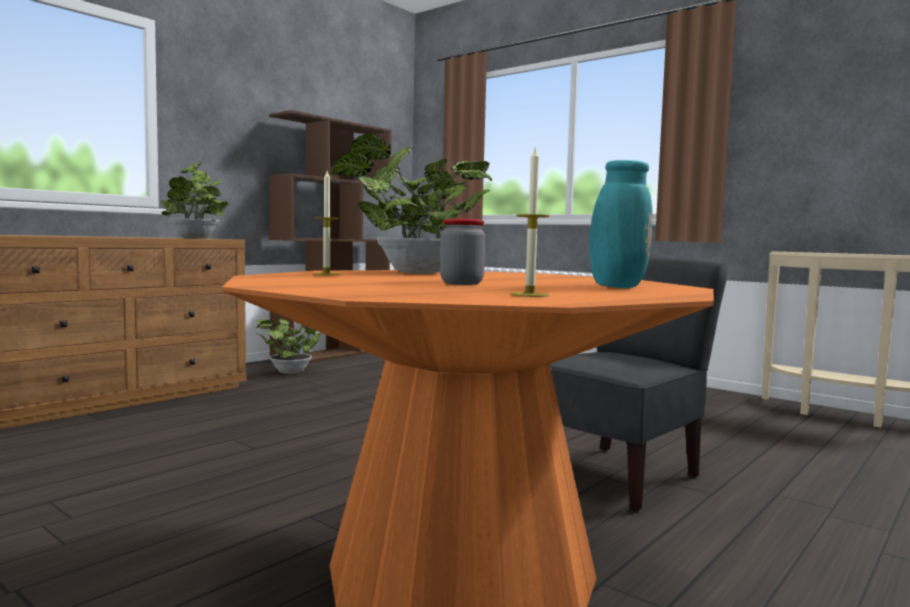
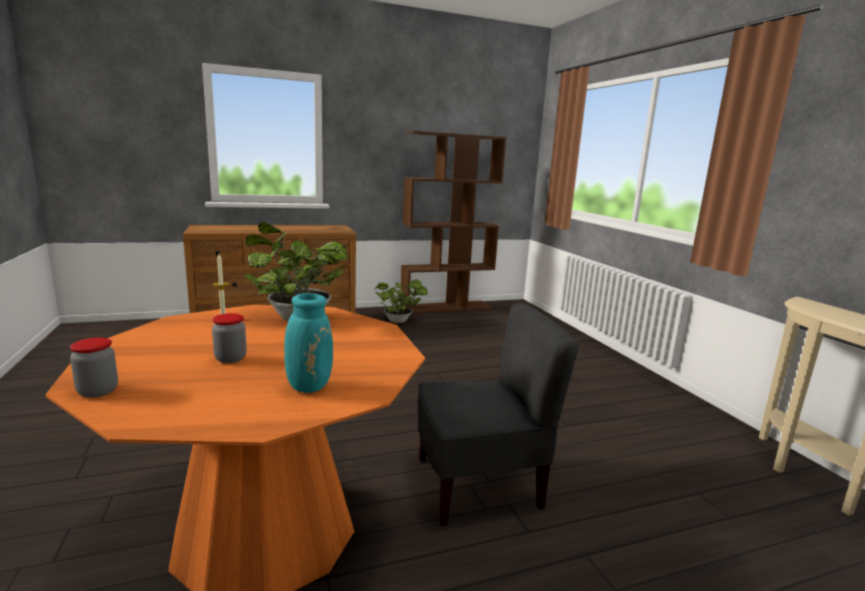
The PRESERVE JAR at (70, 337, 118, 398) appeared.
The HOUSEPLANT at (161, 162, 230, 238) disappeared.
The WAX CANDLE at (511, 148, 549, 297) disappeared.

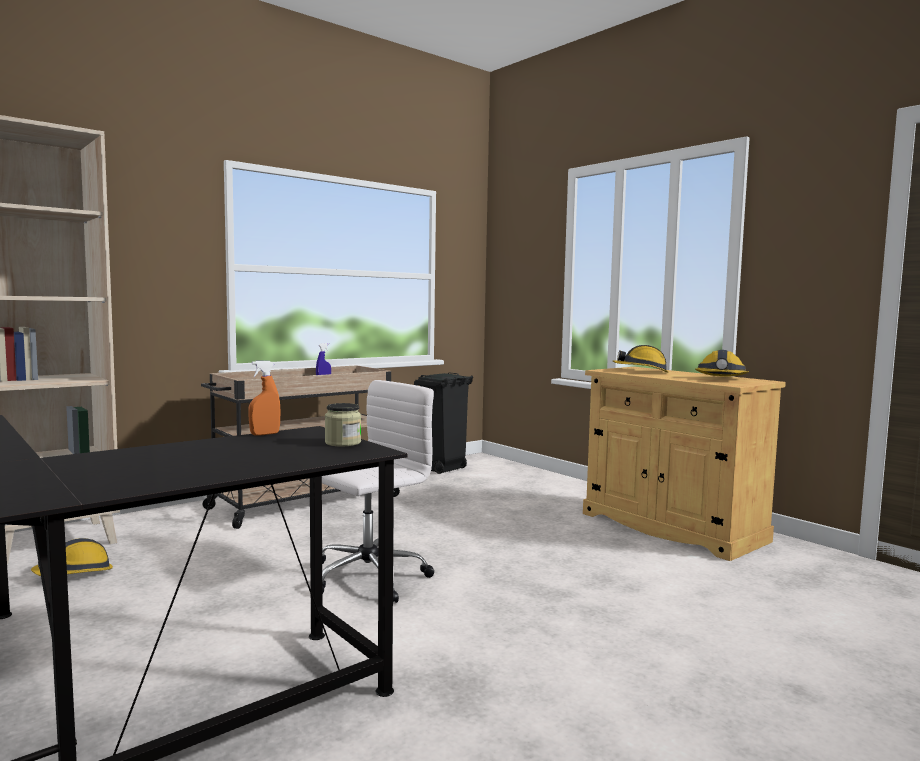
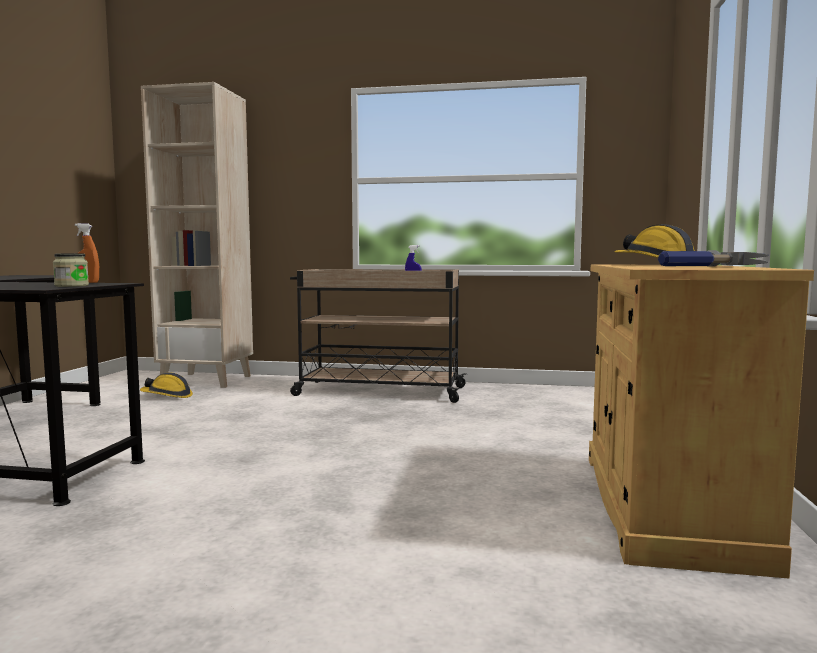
The WORK HELMET at (695, 350, 749, 377) was replaced by the TOOL HAMMER at (658, 250, 768, 267).
The WHITE-COLOURED COMPUTER CHAIR at (309, 380, 435, 603) disappeared.
The BLACKISH RUBBISH BIN at (414, 372, 473, 474) disappeared.

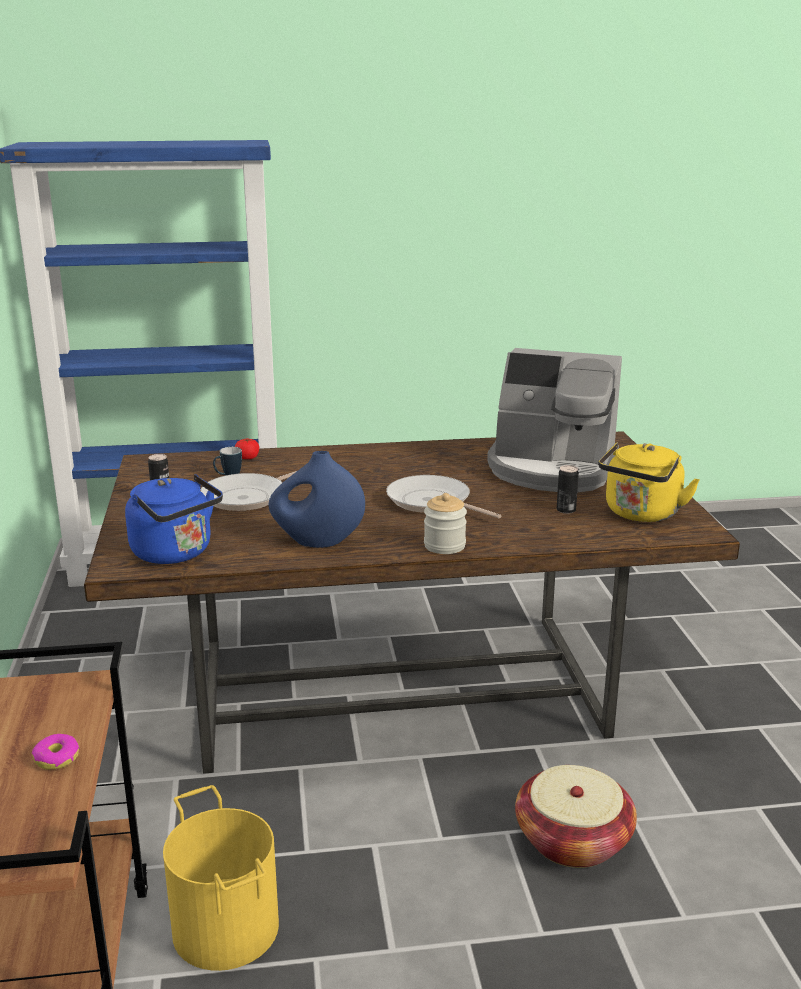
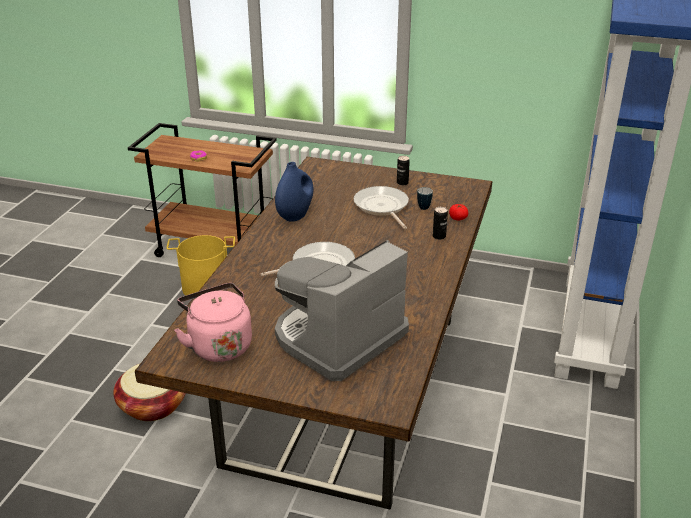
The YELLOW-COLOURED TEA KETTLE at (598, 442, 699, 522) became the PINK TEA KETTLE at (175, 283, 252, 362).
The SEALED CAN moved from (557, 465, 579, 514) to (433, 207, 448, 240).
The BLUISH TEA KETTLE at (125, 474, 223, 564) disappeared.
The PRESERVE JAR at (424, 493, 467, 554) disappeared.

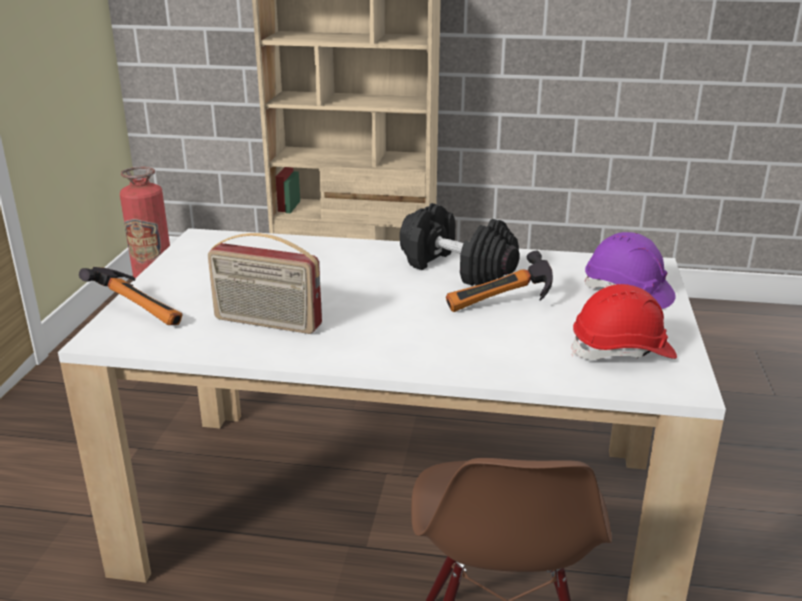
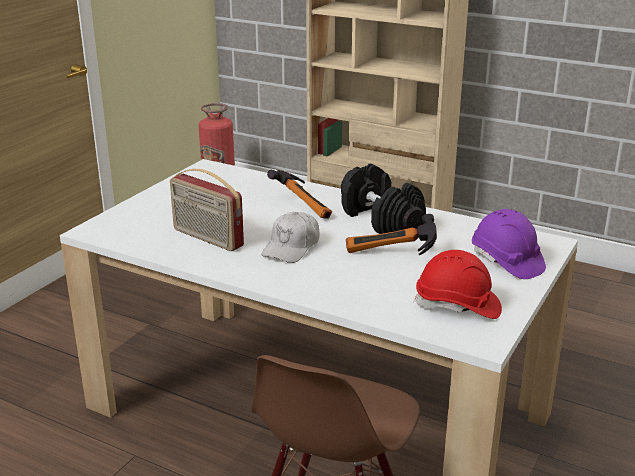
The WHITE-COLOURED PEAKED CAP at (261, 212, 320, 263) appeared.
The TOOL HAMMER moved from (79, 267, 182, 325) to (267, 170, 332, 219).

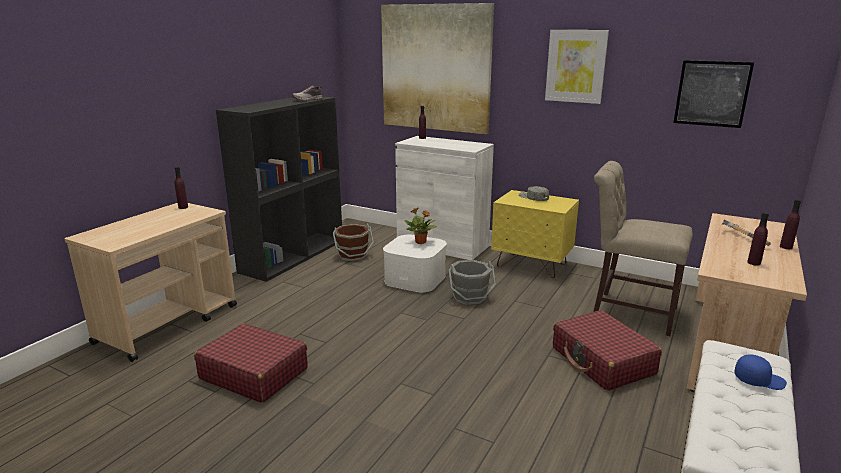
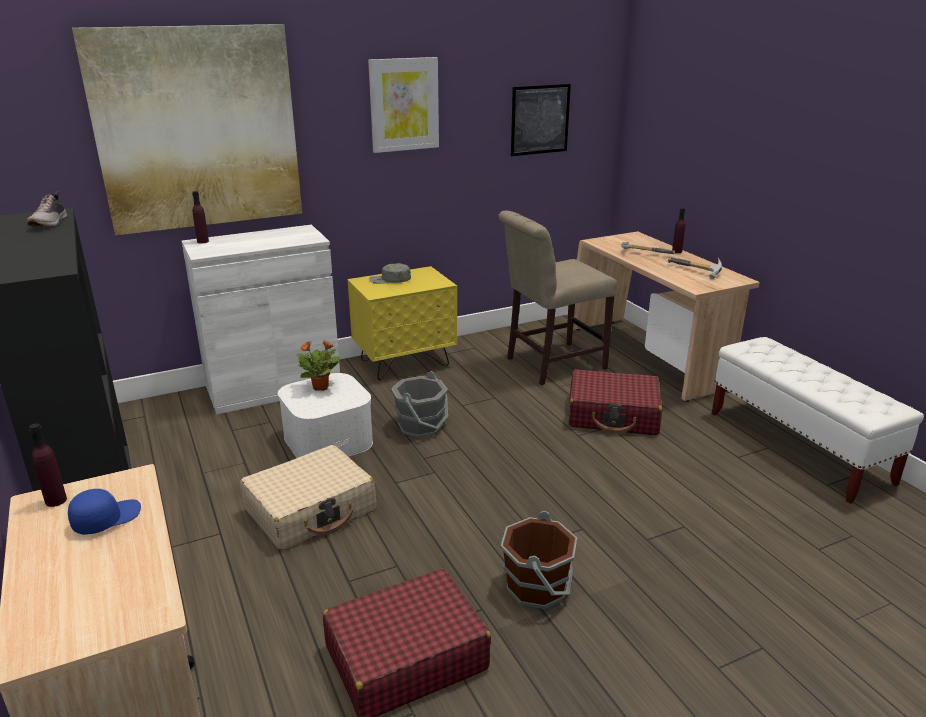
The BLUISH PEAKED CAP moved from (734, 354, 787, 390) to (68, 489, 141, 535).
The BEIGE SUITCASE at (240, 445, 376, 550) appeared.
The BROWN-COLOURED PAIL moved from (333, 223, 374, 261) to (501, 511, 577, 609).
The PURPLE BEVERAGE BOTTLE at (747, 212, 769, 266) was replaced by the TOOL HAMMER at (668, 257, 722, 279).

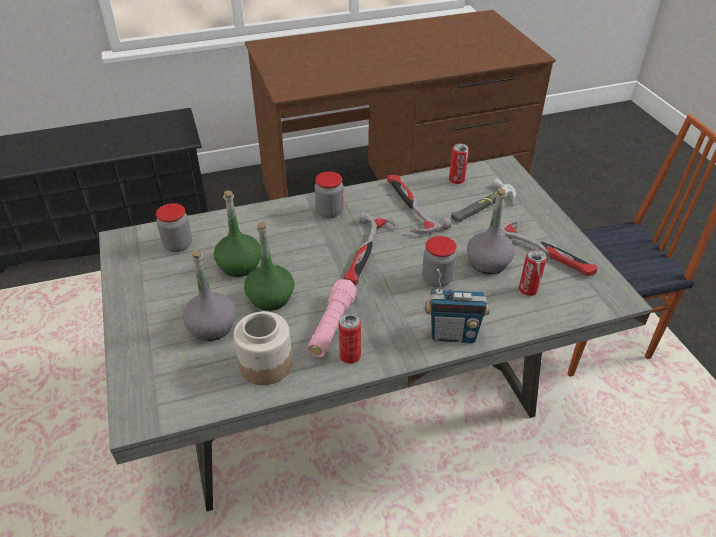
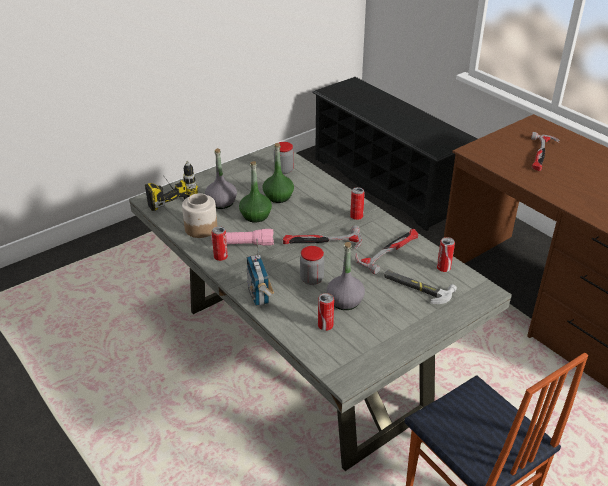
The POWER DRILL at (145, 161, 198, 211) appeared.
The PRESERVE JAR at (315, 172, 344, 218) was replaced by the SEALED CAN at (350, 187, 365, 220).
The TOOL HAMMER moved from (500, 220, 598, 276) to (531, 132, 560, 171).

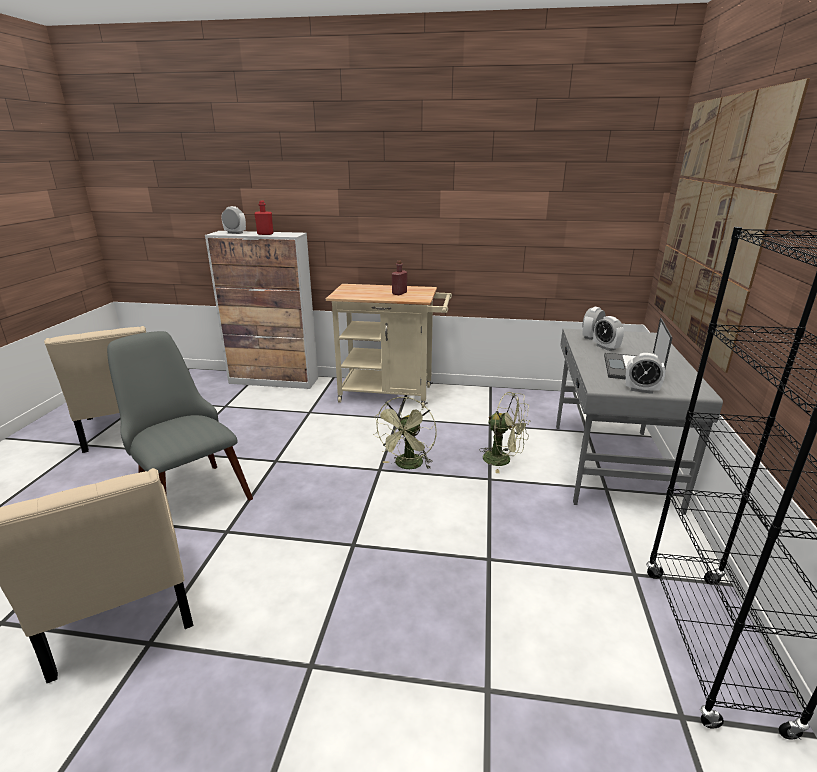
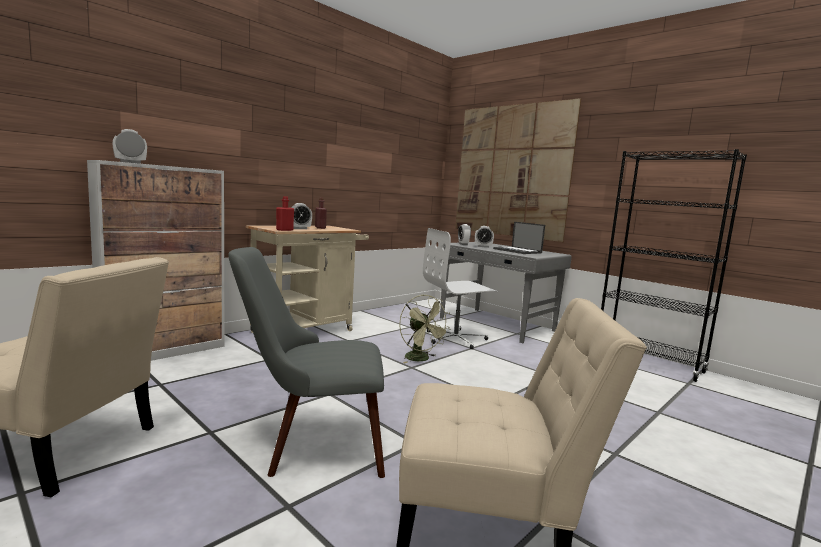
The RED-COLOURED BEVERAGE BOTTLE moved from (254, 201, 273, 235) to (276, 196, 294, 231).
The ALARM CLOCK moved from (626, 353, 665, 394) to (291, 203, 312, 229).
The GREEN-COLOURED COOLING FAN at (479, 392, 530, 473) was replaced by the WHITE-COLOURED COMPUTER CHAIR at (423, 228, 498, 349).

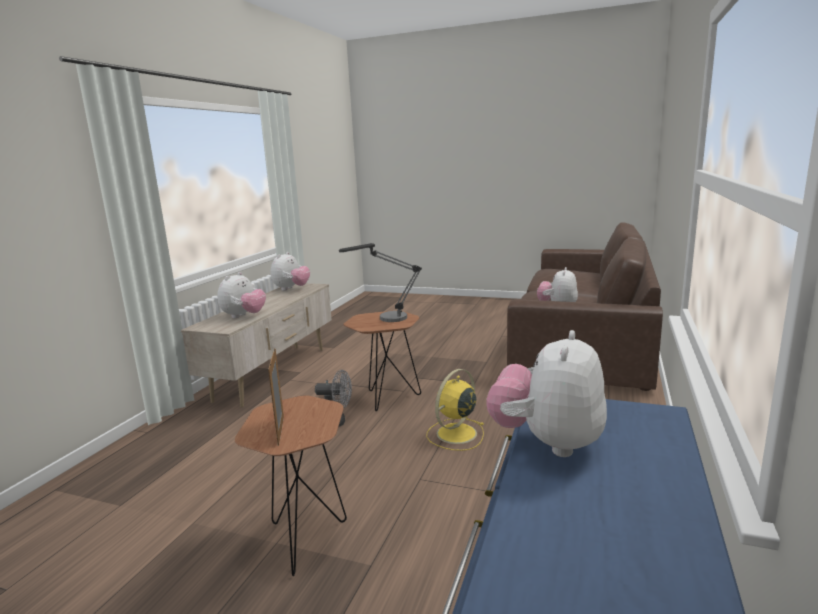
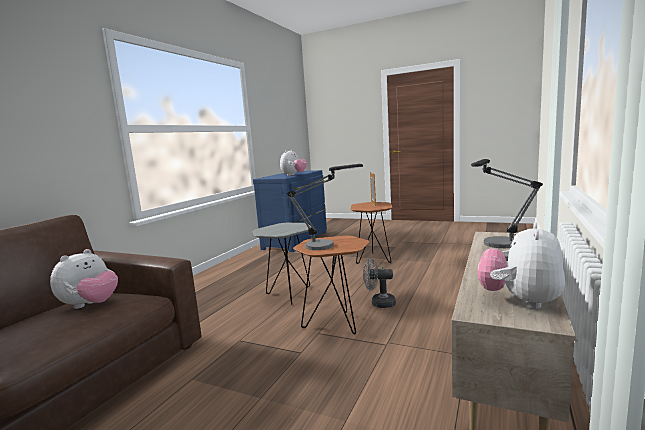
The YELLOW-COLOURED COOLING FAN at (426, 369, 484, 451) was replaced by the GRAY ACCENT TABLE at (253, 223, 312, 304).
The SOFT TOY at (217, 272, 266, 318) was replaced by the TABLE LAMP at (471, 159, 543, 248).

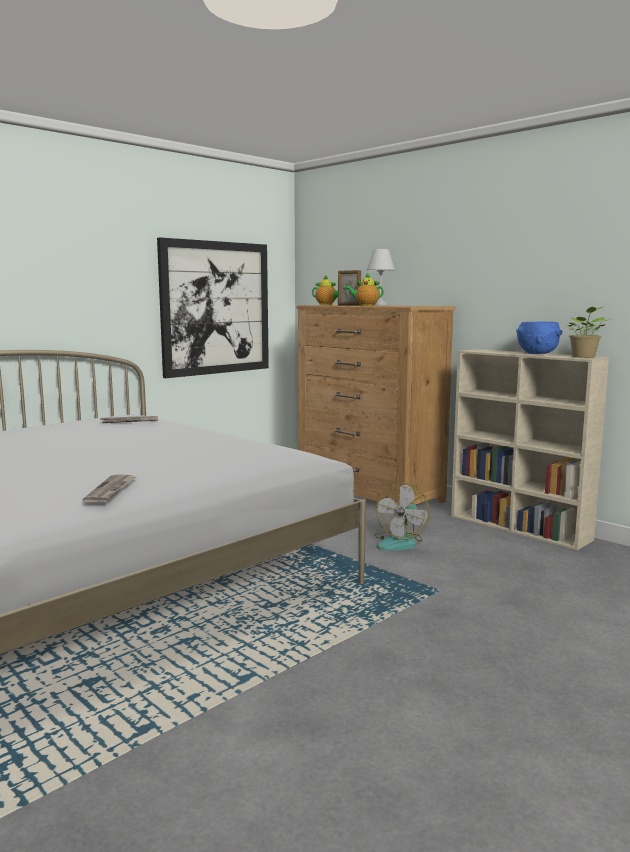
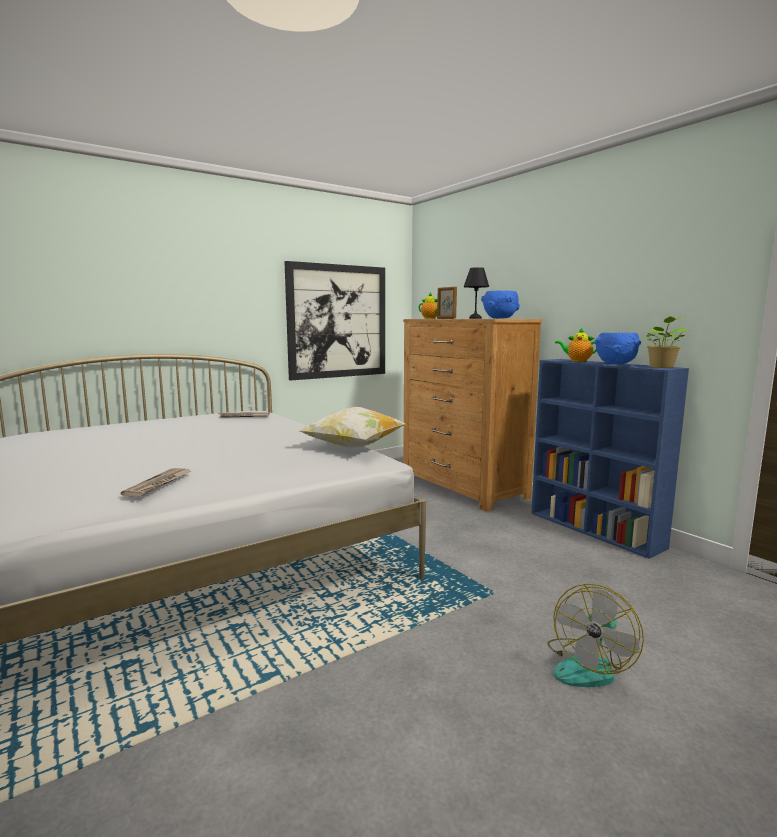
The PILLOW at (299, 407, 406, 448) appeared.
The WHITE-COLOURED TABLE LAMP at (367, 249, 395, 306) became the BLACKISH TABLE LAMP at (464, 267, 489, 319).
The BLUISH BOWL at (481, 291, 520, 319) appeared.
The BEIGE BOOKCASE at (451, 349, 609, 550) became the BLUISH BOOKCASE at (531, 359, 689, 559).
The COOLING FAN moved from (374, 483, 430, 551) to (548, 584, 644, 687).
The TEA POT moved from (344, 273, 384, 306) to (555, 328, 597, 362).

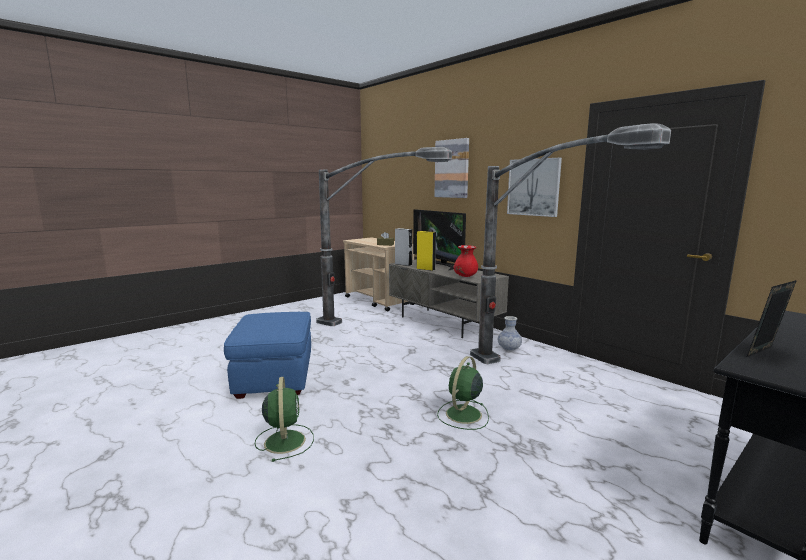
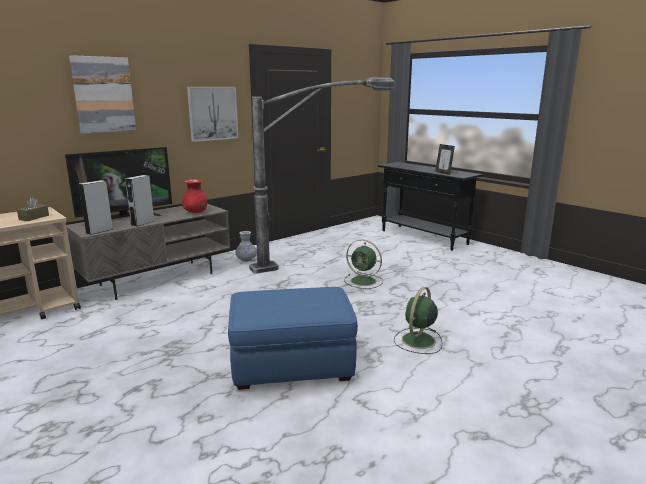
The YELLOW-COLOURED SPEAKER at (417, 231, 436, 271) became the GRAY SPEAKER at (125, 175, 154, 227).
The GREEN-COLOURED COOLING FAN at (255, 377, 314, 462) turned 45 degrees counterclockwise.
The FLOOR LAMP at (316, 147, 452, 326) disappeared.

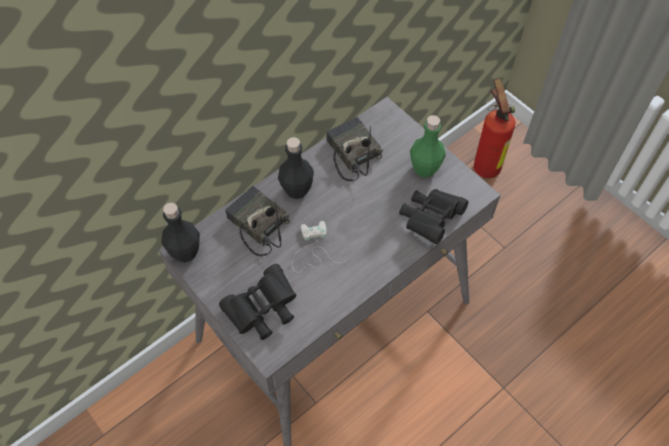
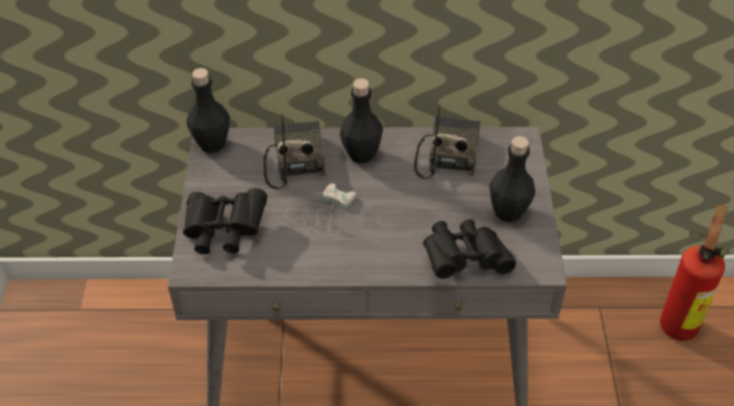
The GREEN-COLOURED BEVERAGE BOTTLE at (410, 115, 446, 178) became the BLACKISH BEVERAGE BOTTLE at (489, 136, 535, 222).

